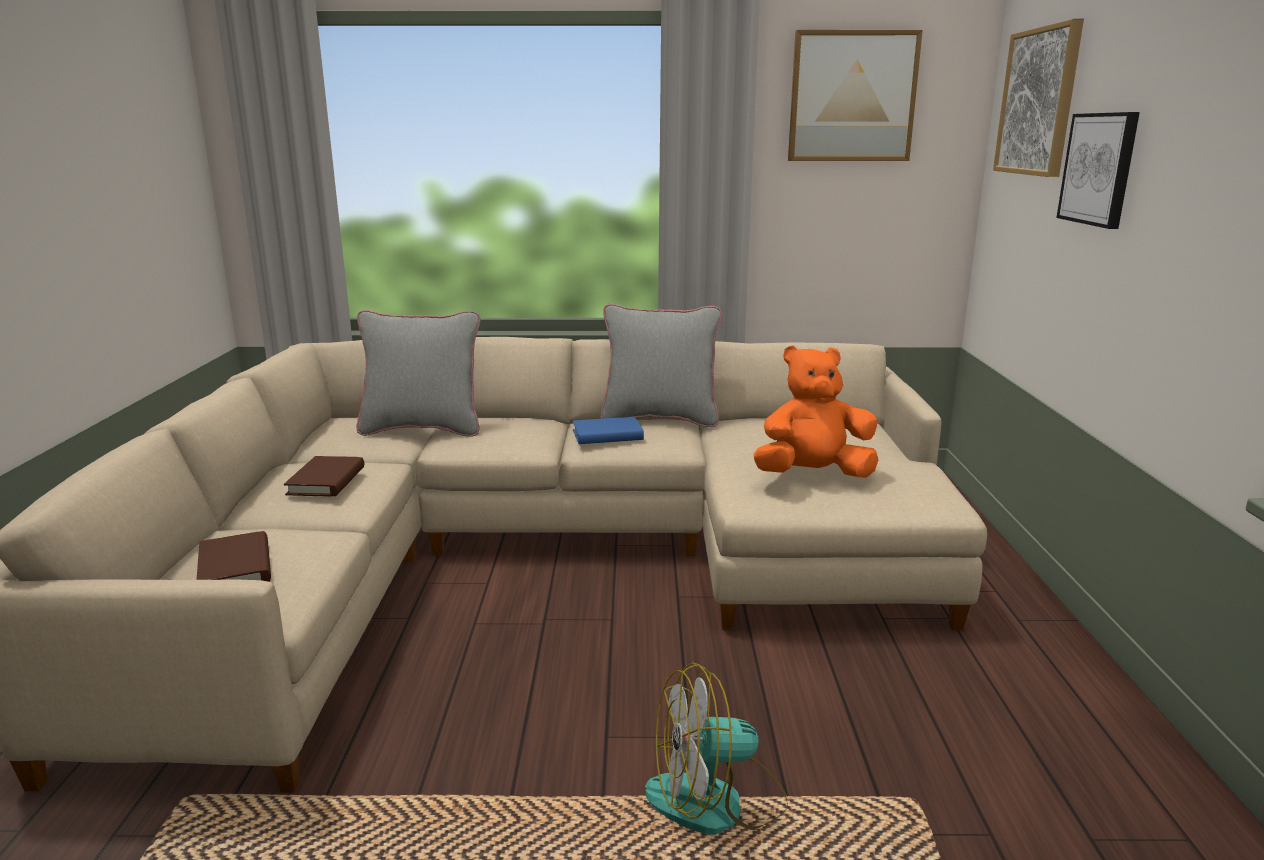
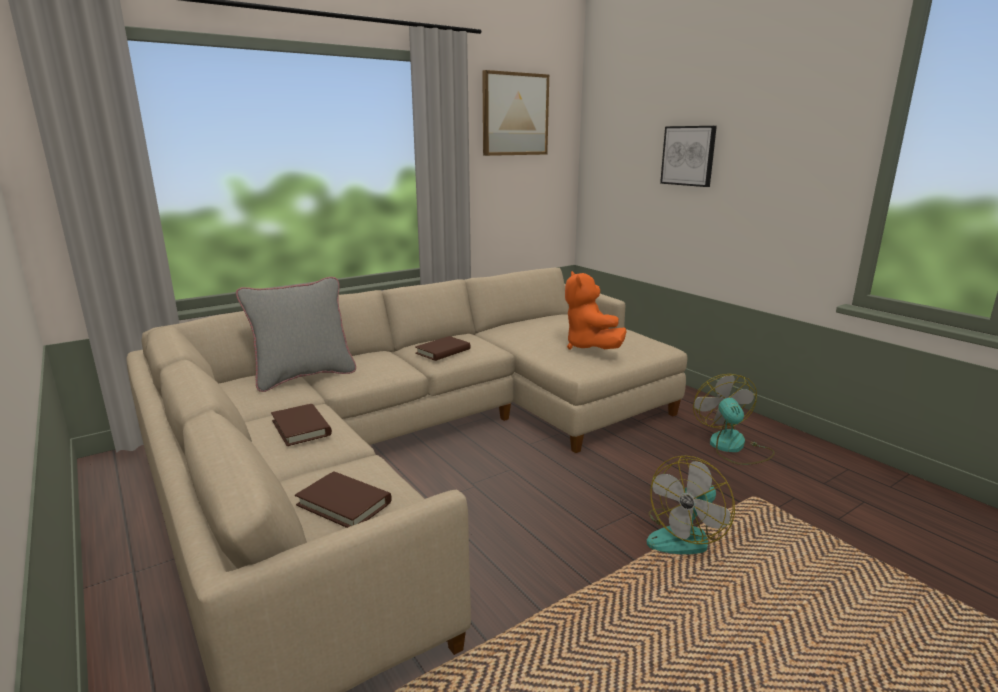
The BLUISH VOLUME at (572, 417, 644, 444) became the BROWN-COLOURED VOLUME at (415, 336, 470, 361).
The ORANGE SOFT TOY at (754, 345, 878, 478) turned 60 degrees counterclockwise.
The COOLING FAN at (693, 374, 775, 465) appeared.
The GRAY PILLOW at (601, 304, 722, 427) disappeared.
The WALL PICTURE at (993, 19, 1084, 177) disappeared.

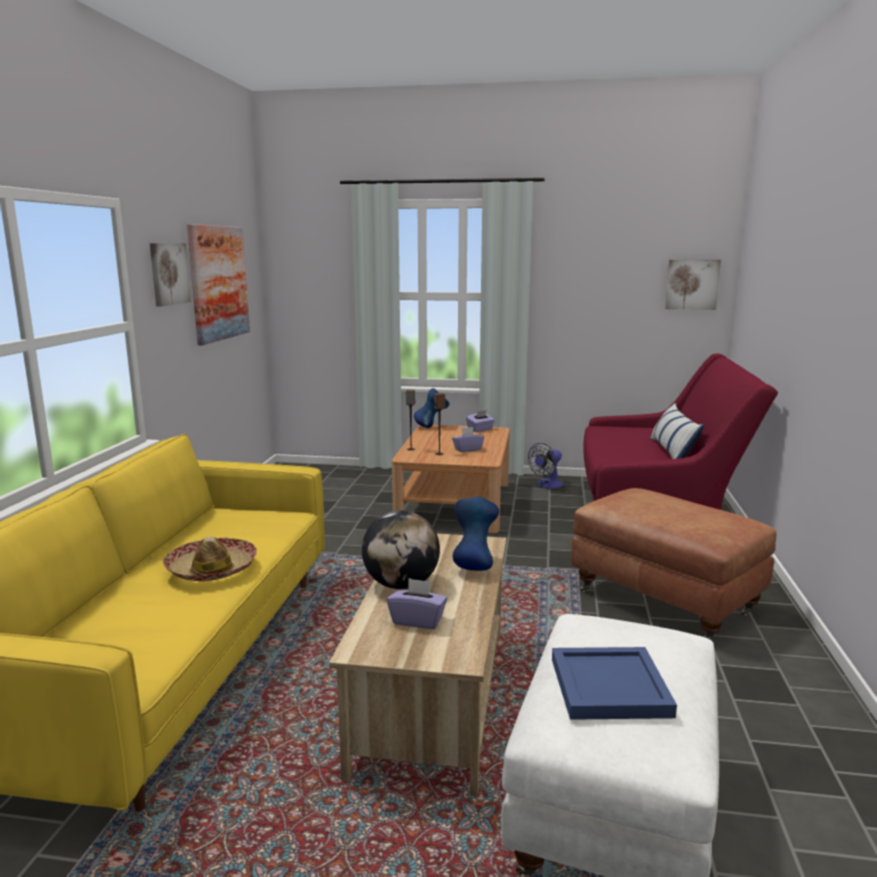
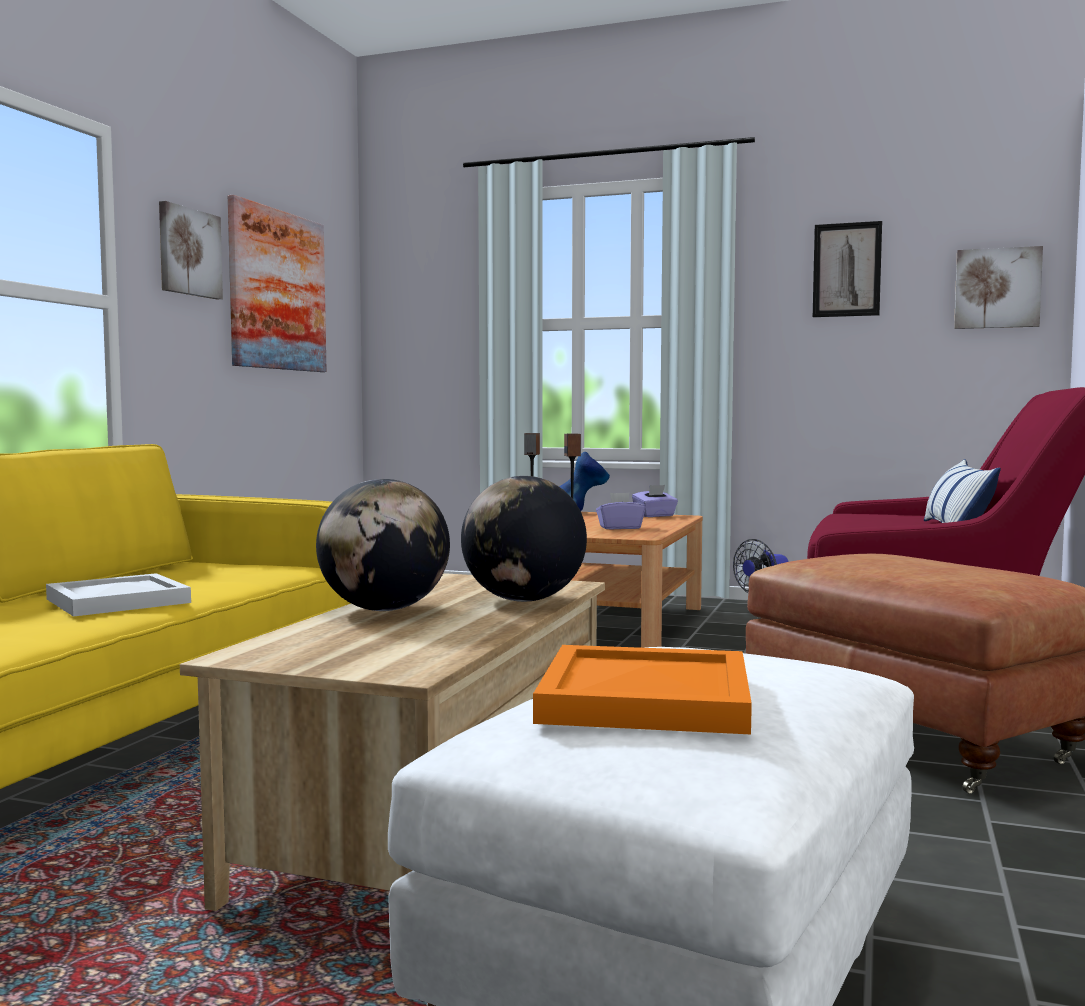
The CLOTHING HAT at (162, 537, 257, 581) was replaced by the WHITE-COLOURED TRAY at (46, 573, 191, 617).
The BLUISH DECORATIVE VASE at (453, 497, 499, 571) was replaced by the DESK GLOBE at (461, 476, 587, 602).
The BLUISH TRAY at (552, 647, 677, 720) became the ORANGE TRAY at (533, 645, 752, 734).
The WALL PICTURE at (813, 221, 882, 317) appeared.
The PURPLE BOX OF TISSUES at (387, 578, 447, 629) disappeared.

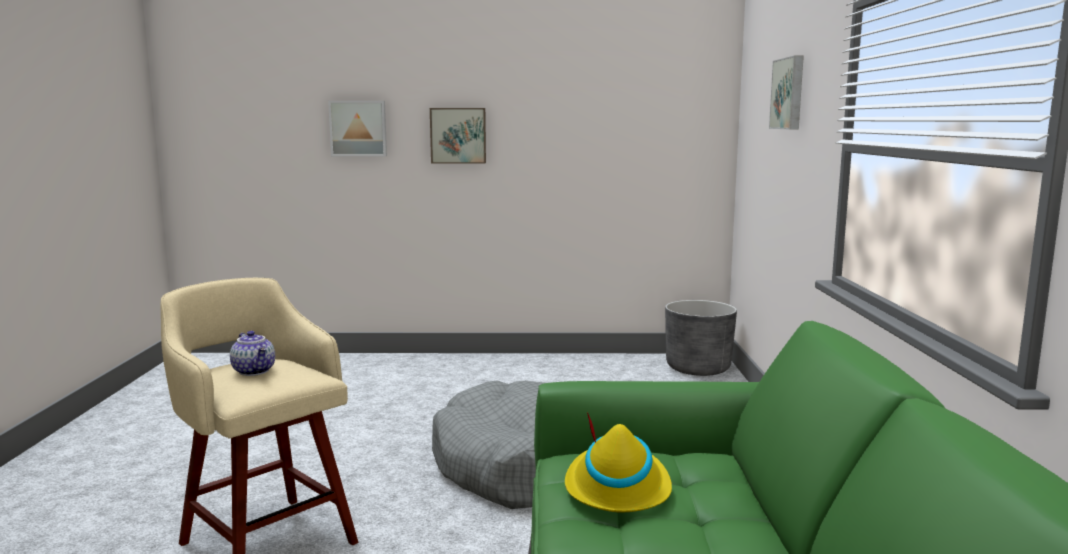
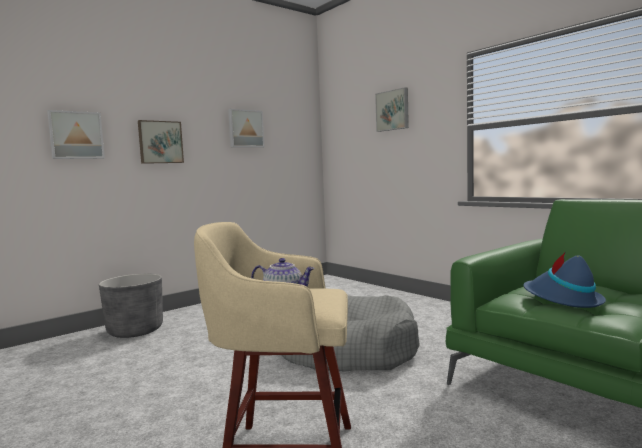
The GRAY PLANT POT moved from (665, 300, 737, 376) to (99, 274, 163, 338).
The WALL PICTURE at (228, 109, 264, 147) appeared.
The YELLOW-COLOURED CLOTHING HAT at (565, 412, 672, 512) became the BLUISH CLOTHING HAT at (523, 253, 606, 308).

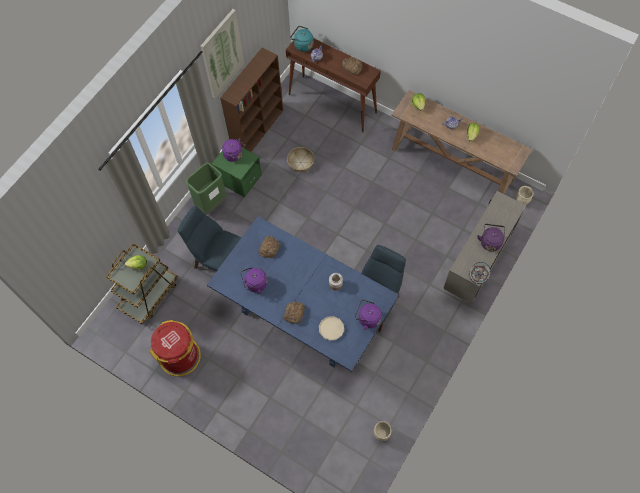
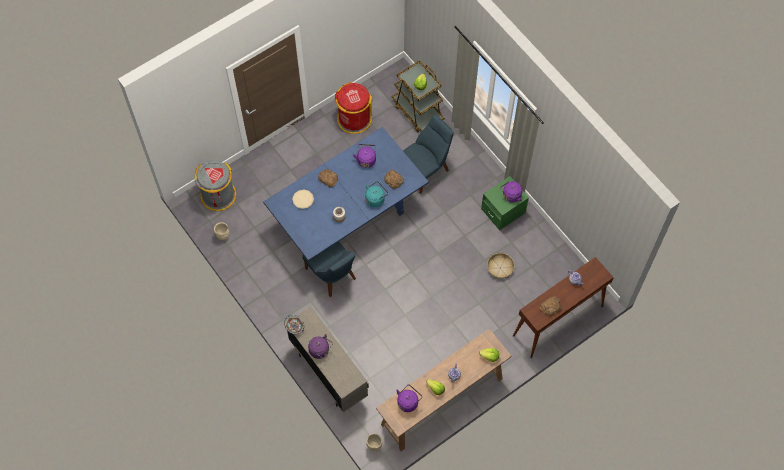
The GRAY RUBBISH BIN at (195, 160, 236, 211) appeared.
The BLUE-GREEN TEA KETTLE moved from (290, 26, 314, 52) to (365, 181, 388, 207).
The PURPLE TEA KETTLE moved from (355, 300, 382, 330) to (396, 384, 422, 412).
The GREEN-COLOURED RUBBISH BIN at (186, 163, 227, 215) disappeared.
The WALL PICTURE at (201, 9, 244, 99) disappeared.
The BROWN-COLOURED BOOKCASE at (220, 48, 283, 152) disappeared.

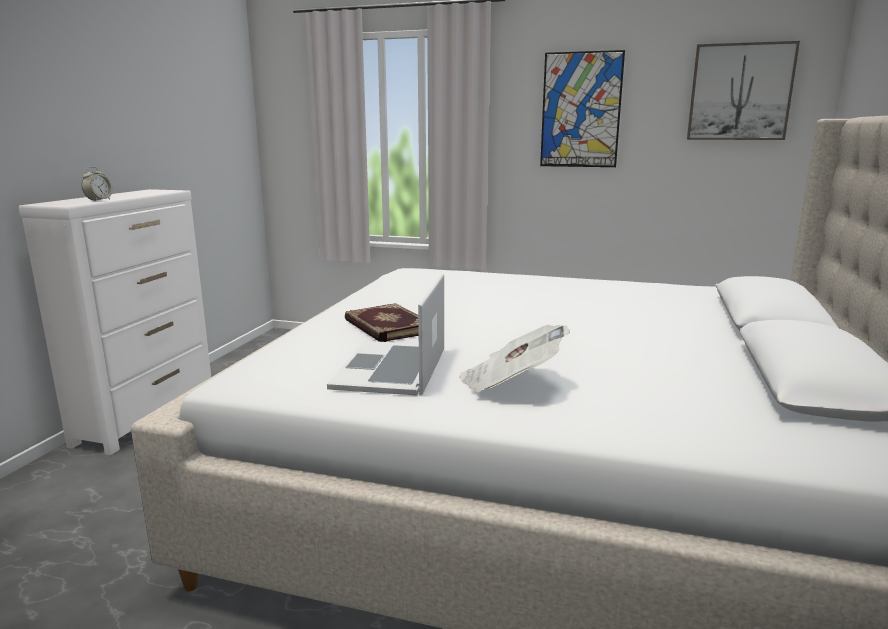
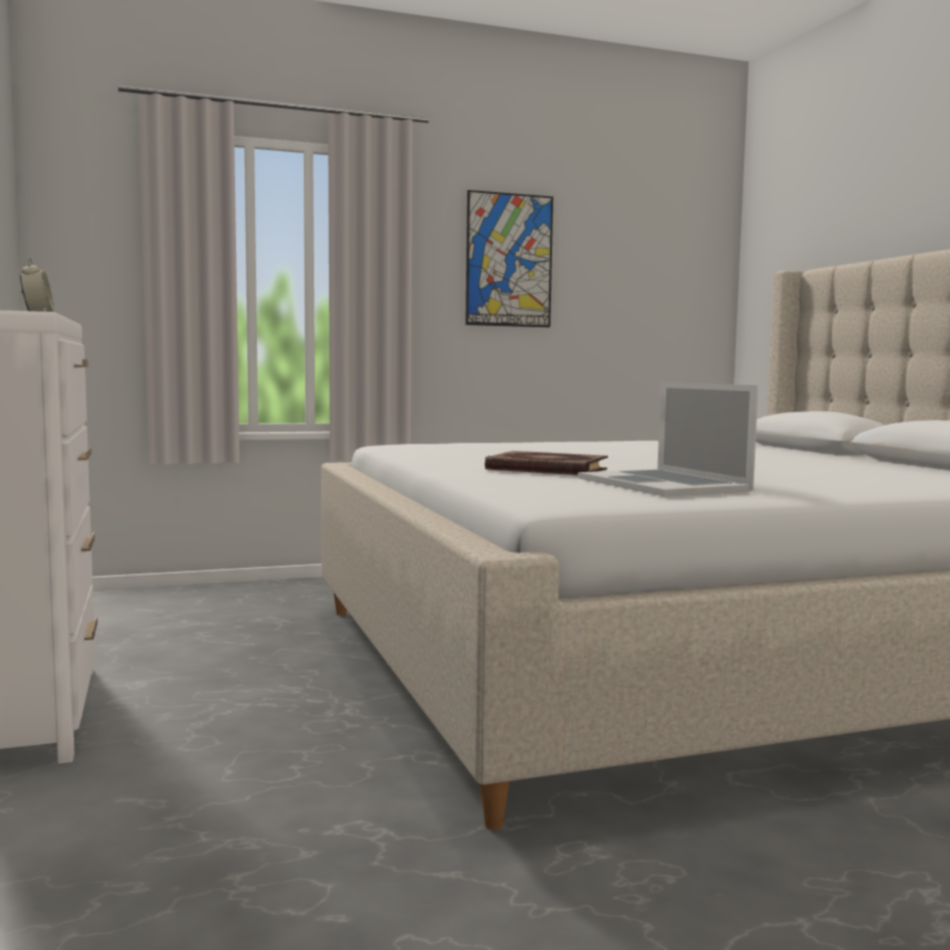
The DAILY PAPER at (459, 325, 570, 393) disappeared.
The WALL PICTURE at (687, 41, 800, 140) disappeared.

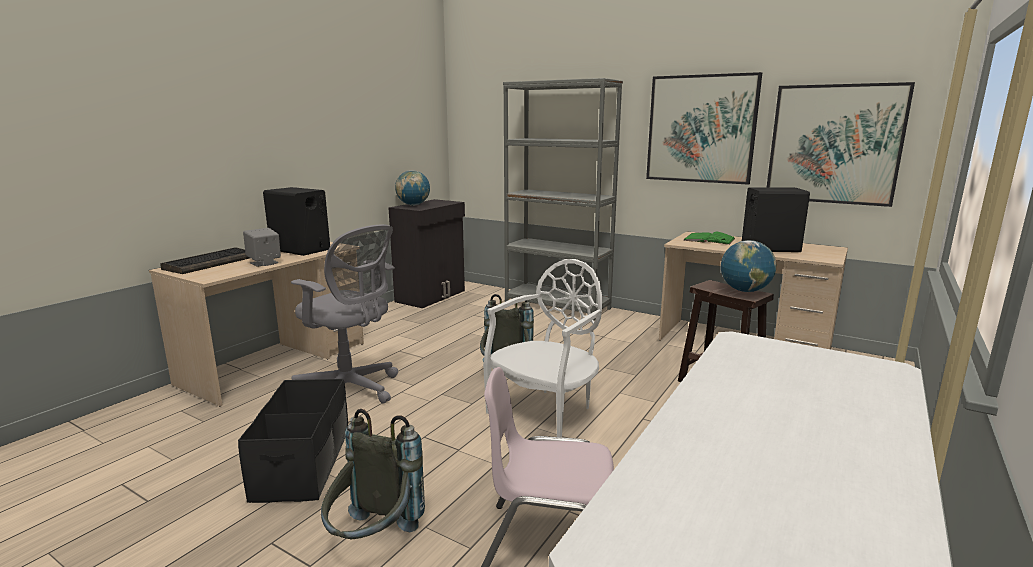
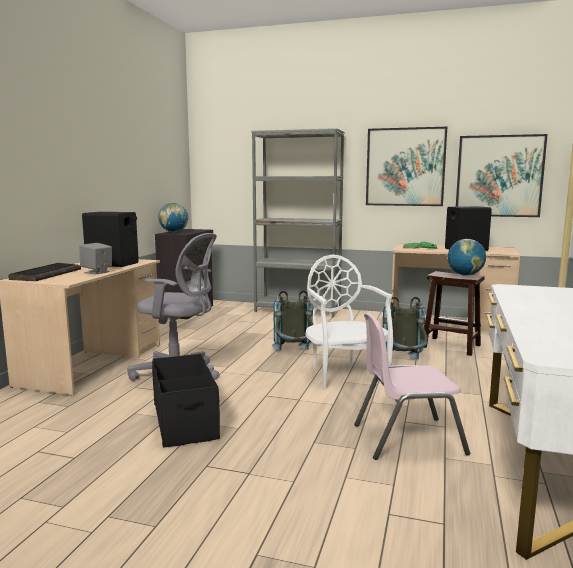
The WHITE-COLOURED CHAIR at (483, 259, 602, 437) turned 45 degrees counterclockwise.
The GRAY BACKPACK moved from (321, 409, 425, 539) to (383, 297, 428, 359).

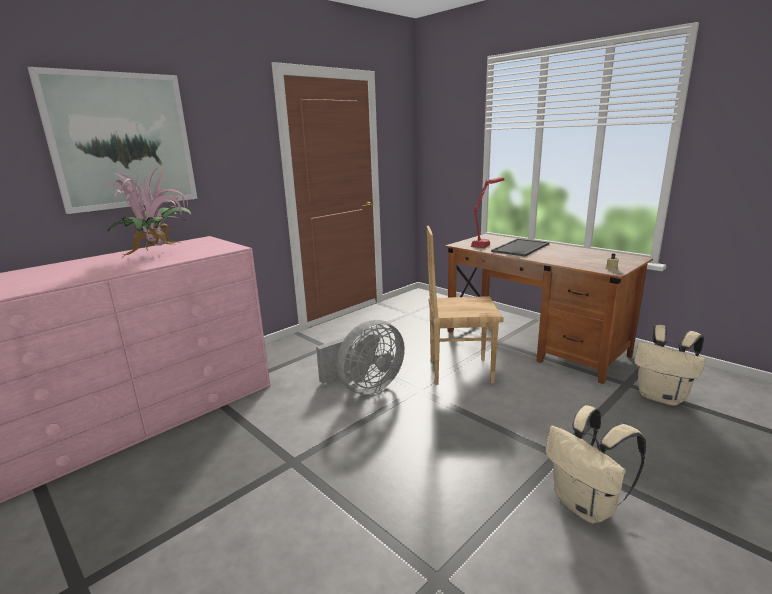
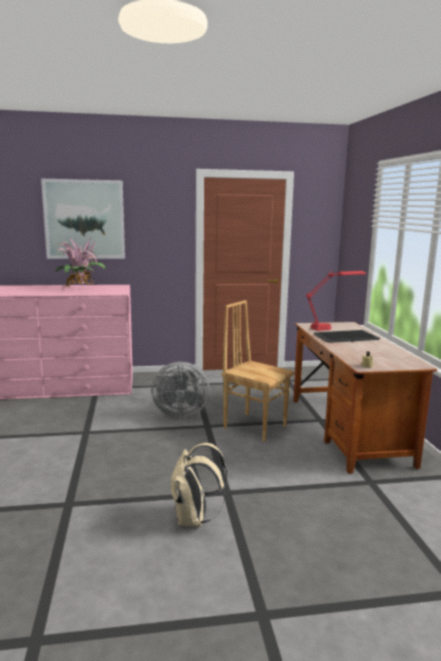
The BEIGE BACKPACK at (634, 325, 706, 406) disappeared.

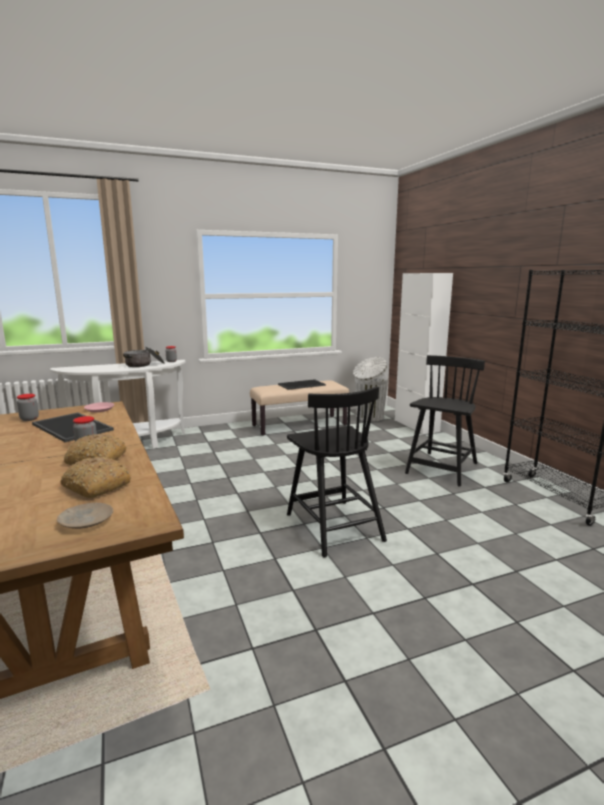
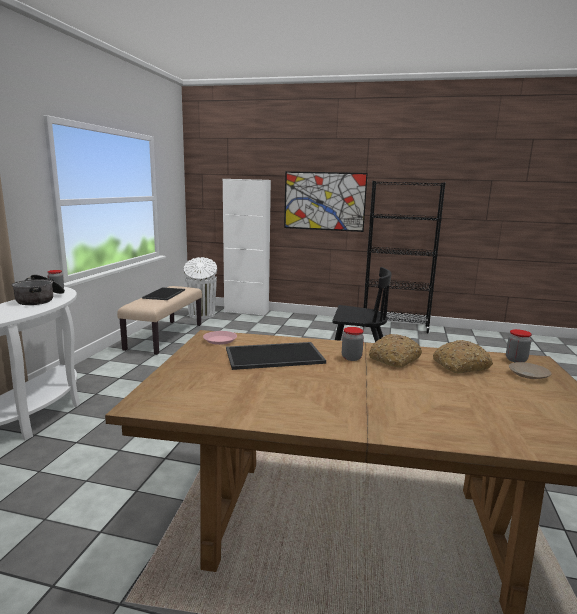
The WALL PICTURE at (284, 171, 368, 232) appeared.
The PRESERVE JAR moved from (17, 394, 39, 421) to (506, 329, 532, 362).
The BLACKISH CHAIR at (405, 355, 485, 487) disappeared.

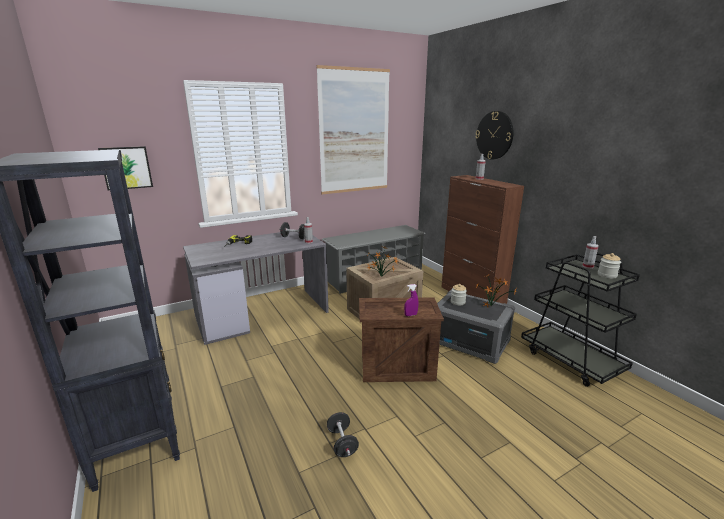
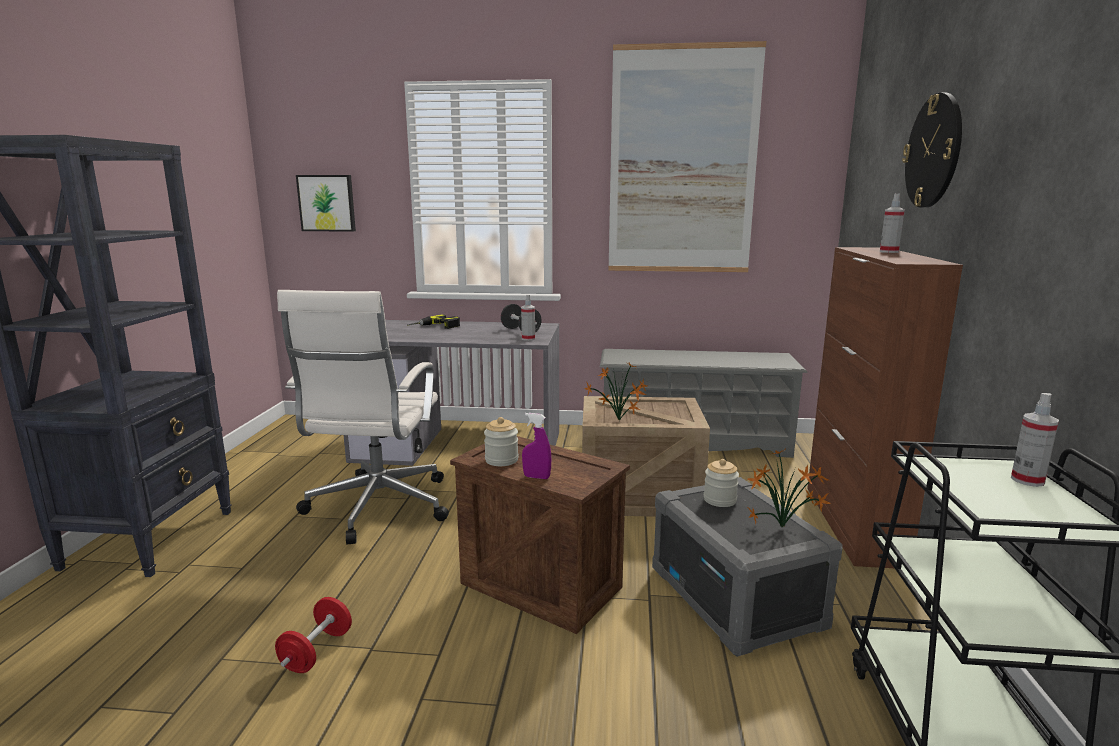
The BLACKISH FREE WEIGHT at (327, 412, 359, 457) became the RED-COLOURED FREE WEIGHT at (275, 597, 352, 673).
The WHITE-COLOURED COMPUTER CHAIR at (277, 290, 449, 545) appeared.
The PRESERVE JAR moved from (598, 253, 621, 279) to (484, 417, 519, 466).

